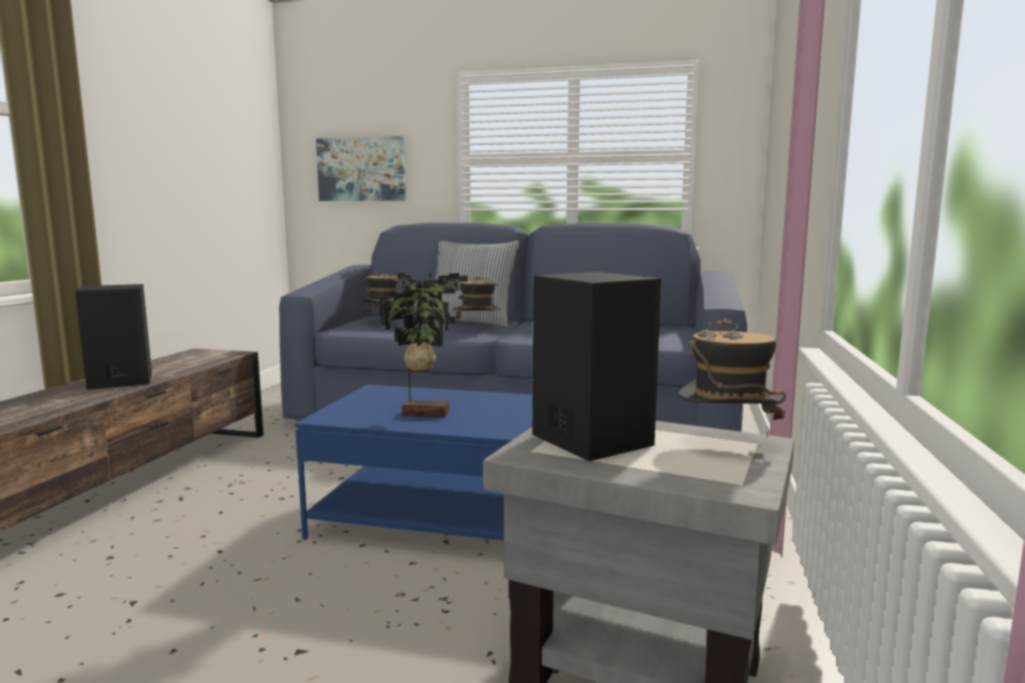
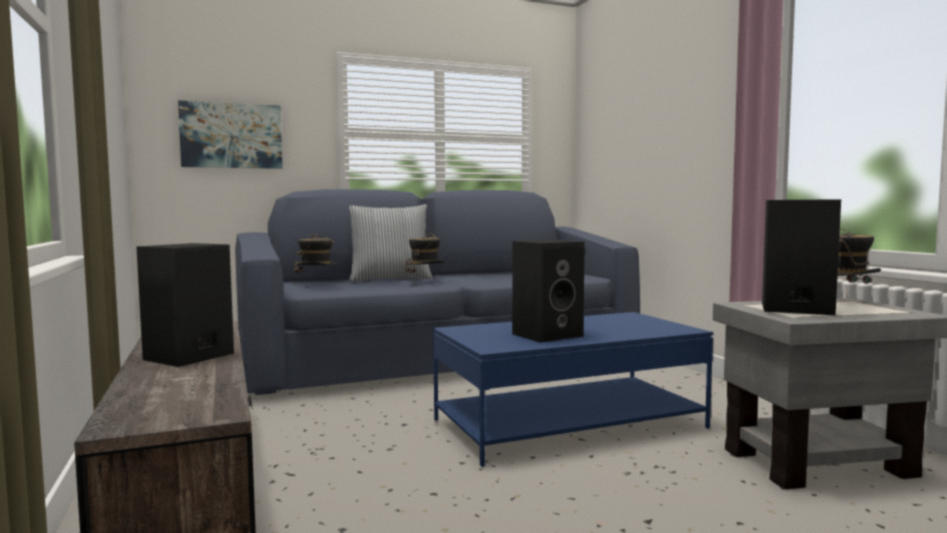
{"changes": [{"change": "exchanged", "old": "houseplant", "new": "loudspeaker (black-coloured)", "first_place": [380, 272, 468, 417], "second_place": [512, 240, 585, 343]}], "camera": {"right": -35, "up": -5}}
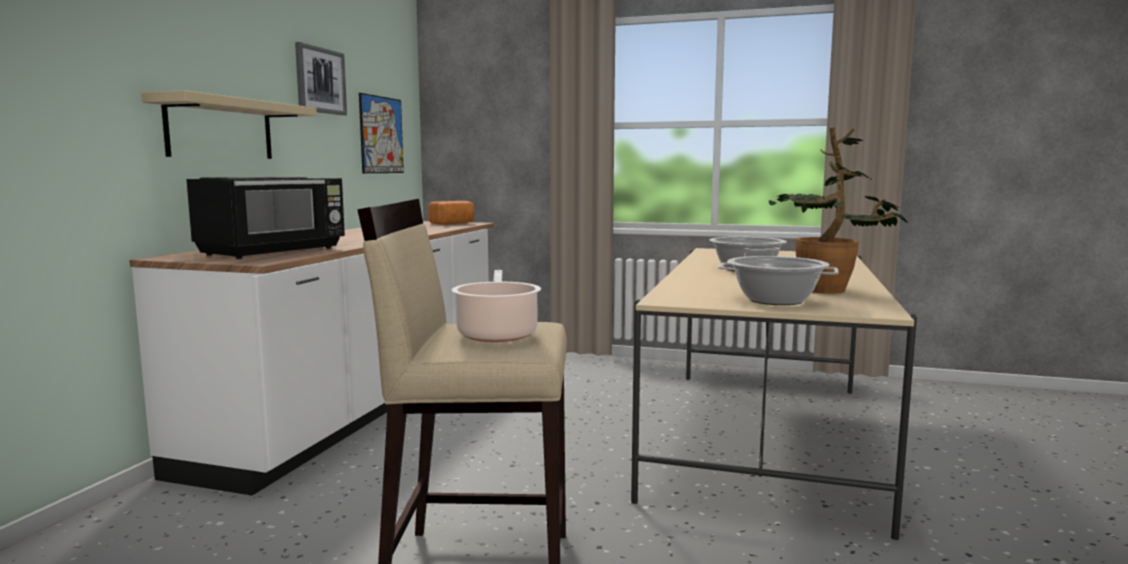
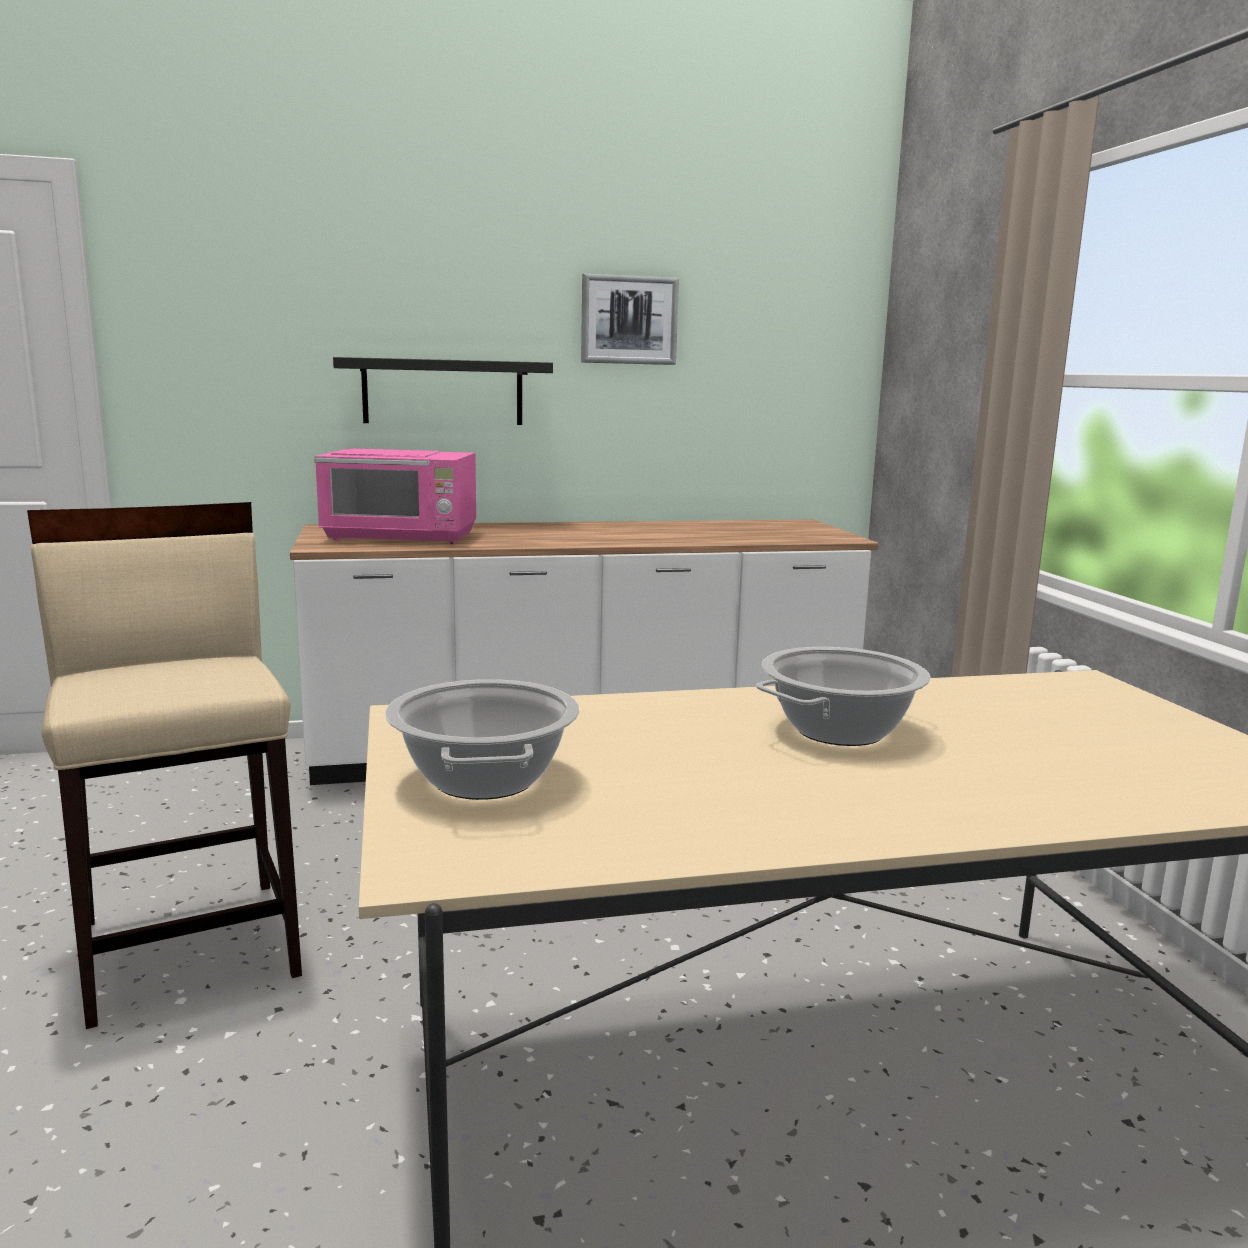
{"changes": [{"change": "colour", "old": "bracket shelf (beige)", "new": "bracket shelf (black-coloured)", "first_place": [141, 90, 317, 159], "second_place": [333, 357, 553, 425]}, {"change": "missing", "old": "wall art", "first_place": [359, 93, 404, 173]}, {"change": "missing", "old": "houseplant", "first_place": [769, 127, 909, 294]}, {"change": "colour", "old": "kitchen microwave (black-coloured)", "new": "kitchen microwave (pink-coloured)", "first_place": [186, 177, 345, 259], "second_place": [314, 449, 476, 544]}, {"change": "missing", "old": "bakery bread", "first_place": [428, 201, 474, 225]}, {"change": "missing", "old": "cooking pot", "first_place": [452, 270, 541, 342]}], "camera": {"right": 60, "up": 5}}
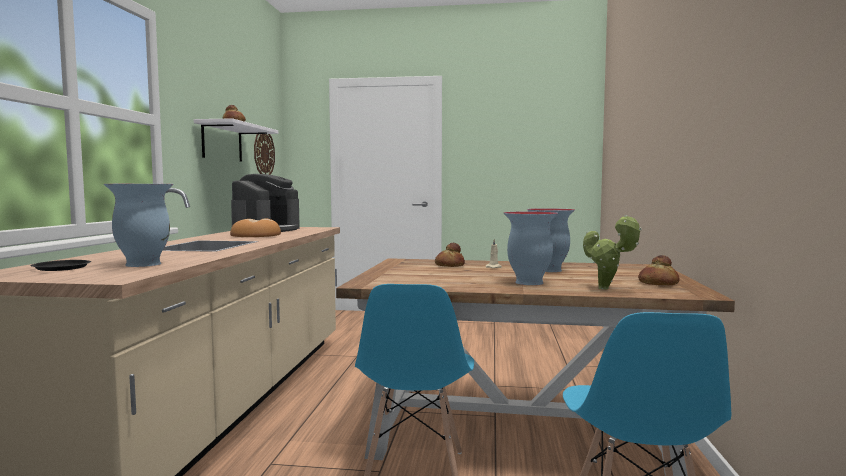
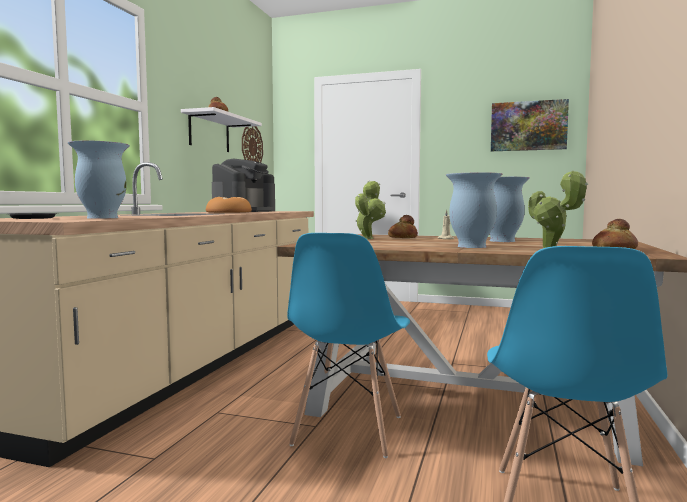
{"changes": [{"change": "appeared", "new": "wall art", "second_place": [491, 99, 569, 151]}, {"change": "appeared", "new": "houseplant", "second_place": [355, 180, 386, 239]}], "camera": {"right": 10, "up": 0}}
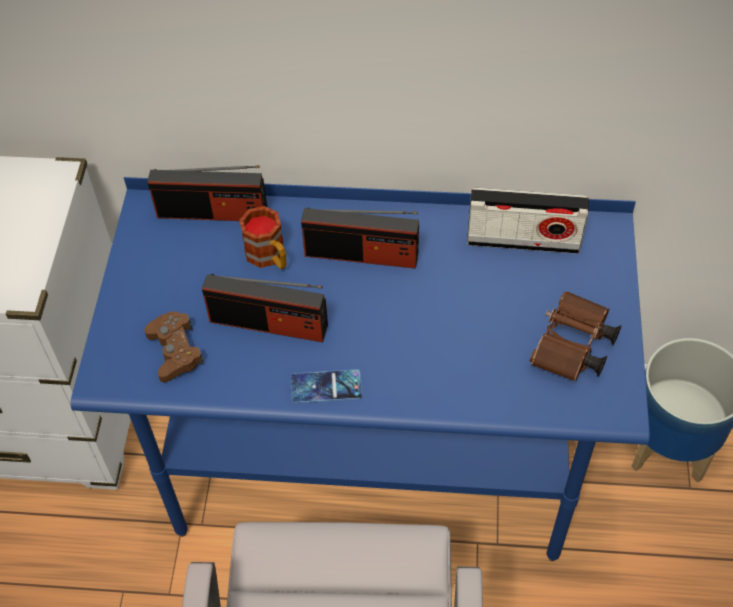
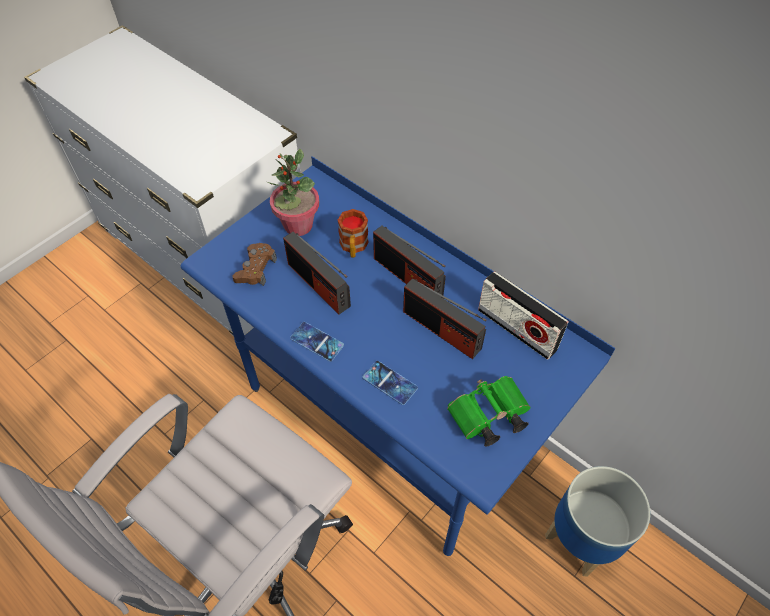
{"changes": [{"change": "relocated", "old": "radio set", "first_place": [148, 165, 267, 221], "second_place": [403, 278, 486, 359]}, {"change": "colour", "old": "binoculars (brownish)", "new": "binoculars (green)", "first_place": [530, 291, 621, 382], "second_place": [447, 376, 531, 447]}, {"change": "appeared", "new": "houseplant", "second_place": [267, 149, 319, 236]}, {"change": "appeared", "new": "handset", "second_place": [363, 361, 418, 405]}], "camera": {"right": 35, "up": 0}}
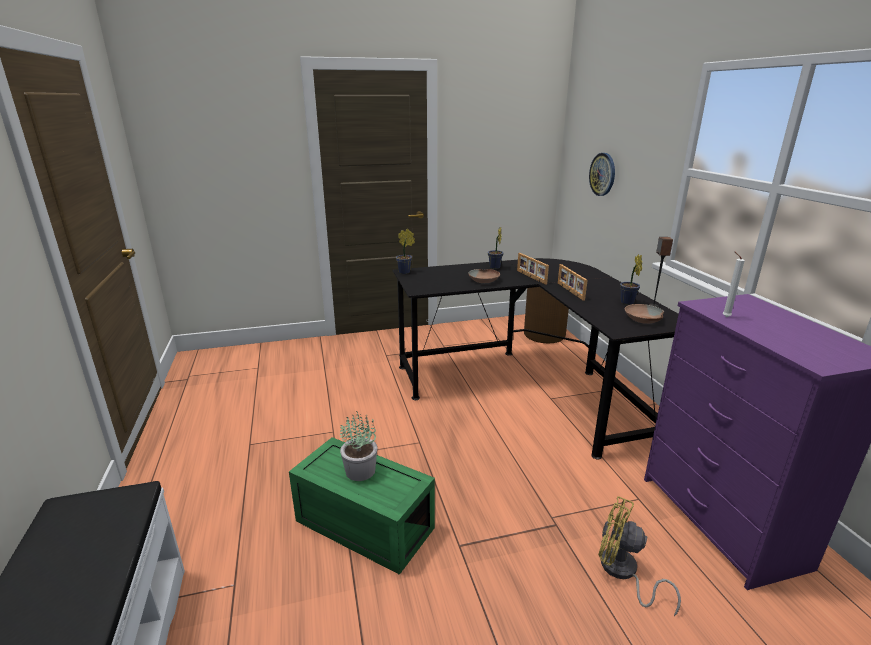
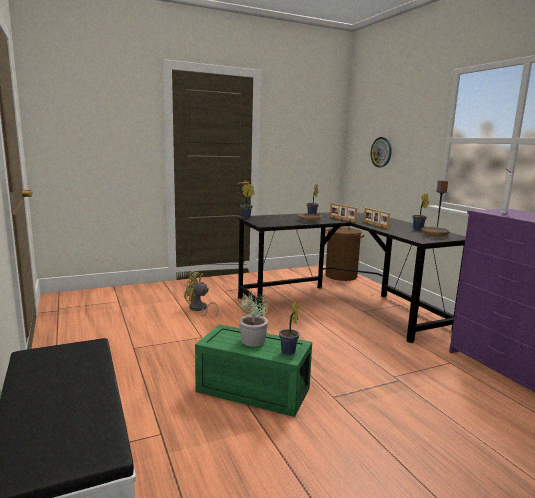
{"changes": [{"change": "relocated", "old": "fan (yellow-coloured)", "first_place": [598, 496, 681, 616], "second_place": [184, 271, 218, 317]}, {"change": "appeared", "new": "houseplant", "second_place": [279, 301, 299, 355]}], "camera": {"right": -10, "up": -10}}
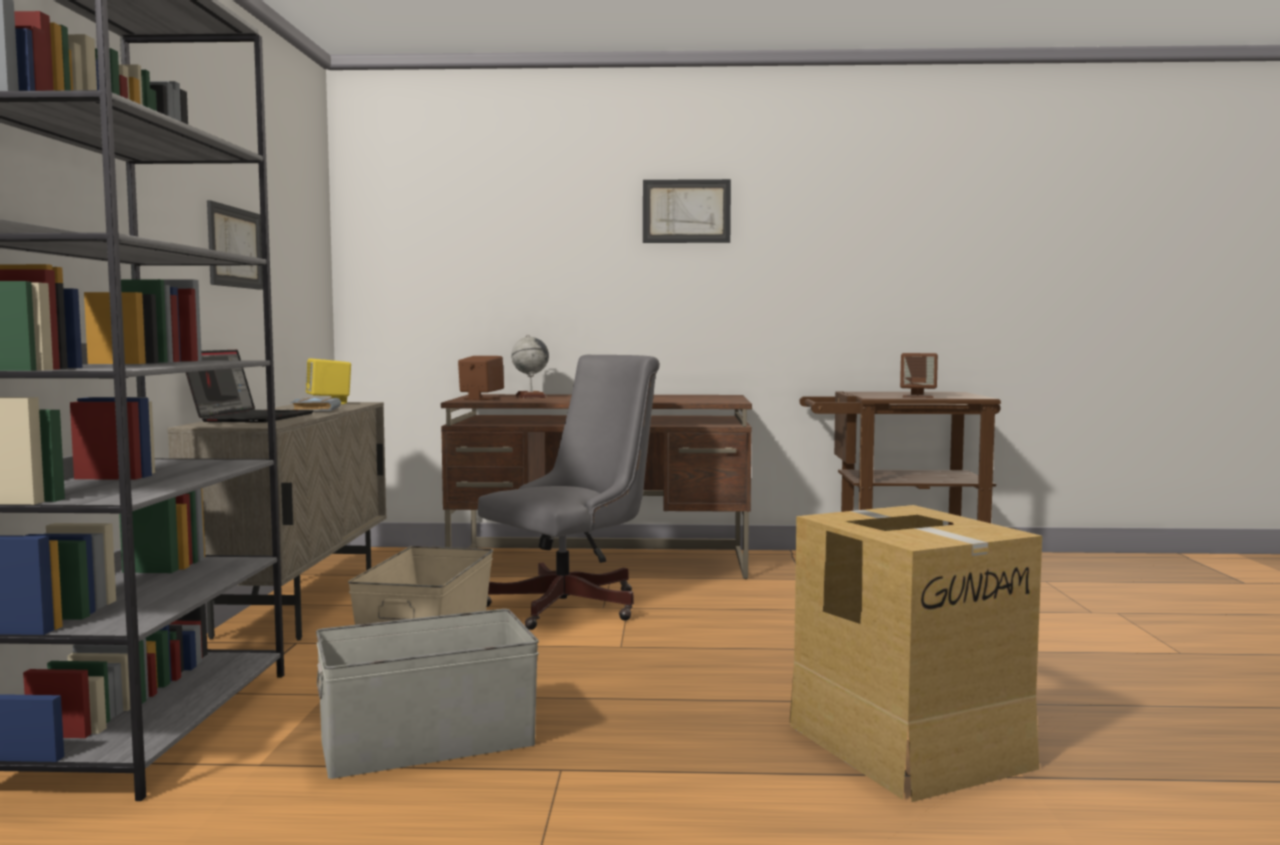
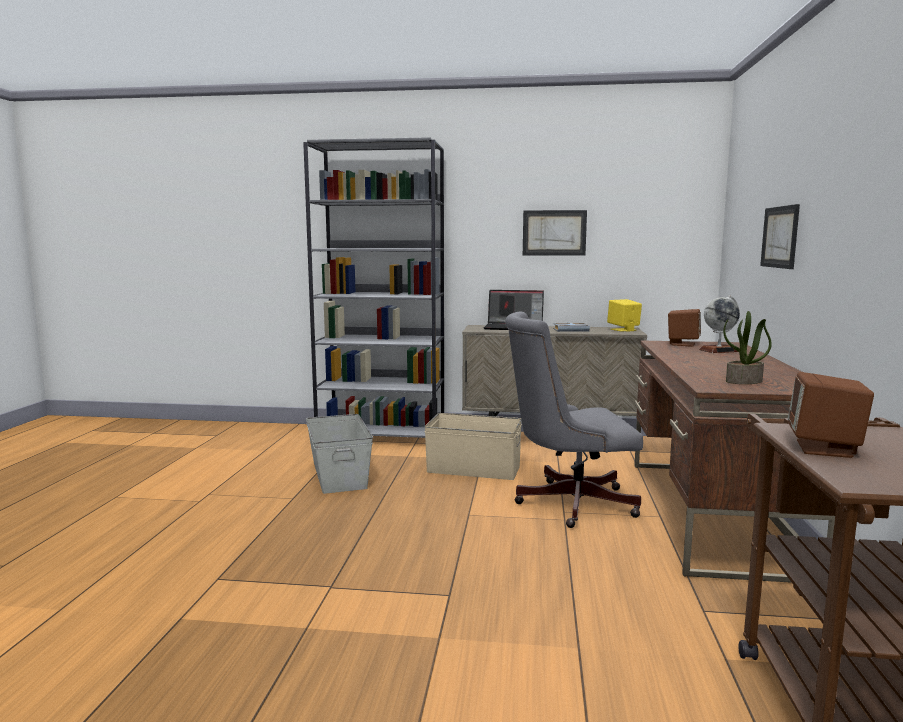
{"changes": [{"change": "relocated", "old": "wall art", "first_place": [643, 179, 731, 243], "second_place": [760, 204, 800, 269]}, {"change": "spun", "old": "desk chair (greyish)", "first_place": [478, 355, 660, 630], "second_place": [505, 311, 643, 528], "degrees": 120}, {"change": "missing", "old": "cardboard box", "first_place": [789, 505, 1042, 802]}, {"change": "appeared", "new": "houseplant", "second_place": [723, 311, 772, 384]}], "camera": {"right": 95, "up": 5}}
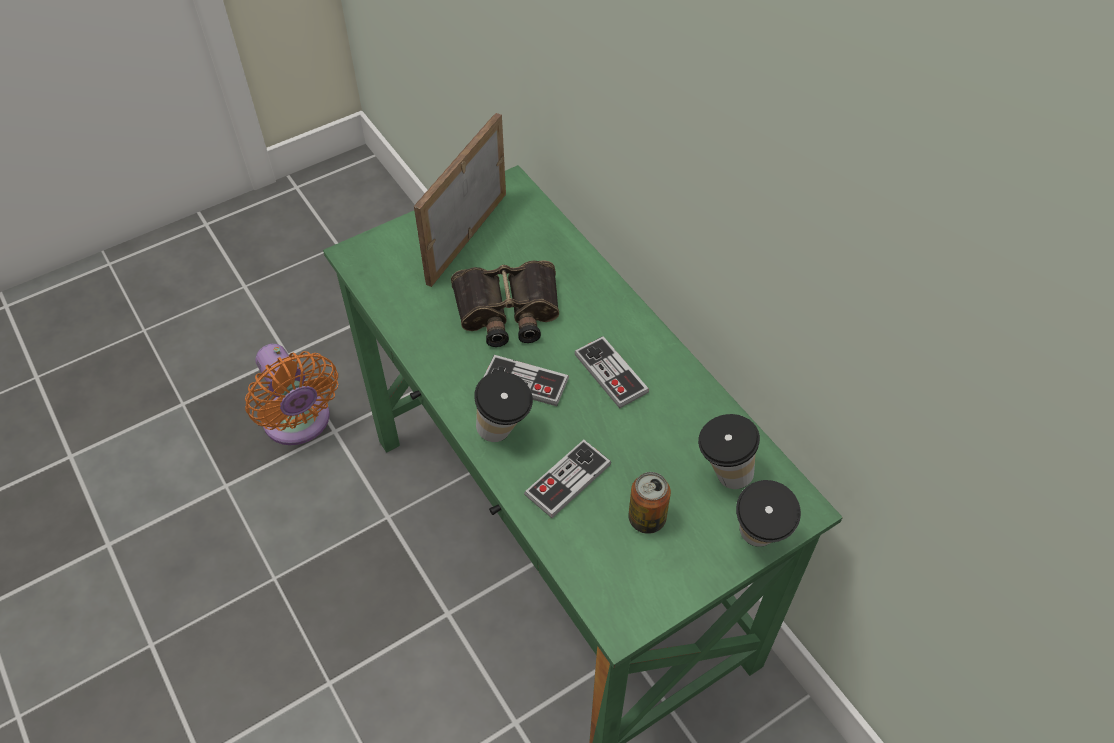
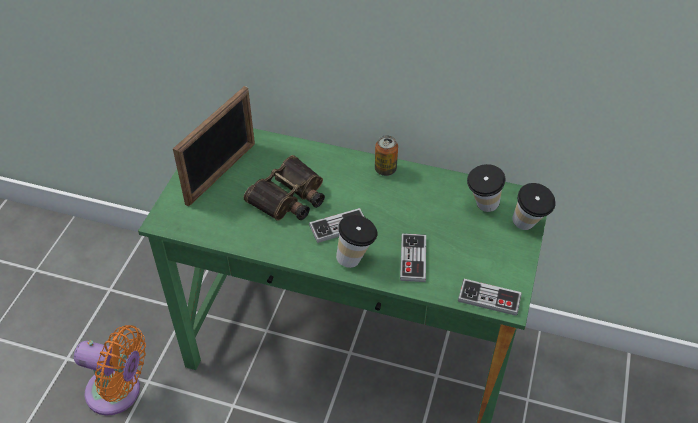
{"changes": [{"change": "spun", "old": "photo frame", "first_place": [414, 113, 506, 287], "second_place": [173, 86, 255, 206], "degrees": -135}, {"change": "relocated", "old": "game controller", "first_place": [574, 336, 649, 409], "second_place": [458, 279, 522, 316]}, {"change": "relocated", "old": "can", "first_place": [628, 472, 671, 534], "second_place": [375, 135, 398, 176]}], "camera": {"right": -40, "up": -5}}
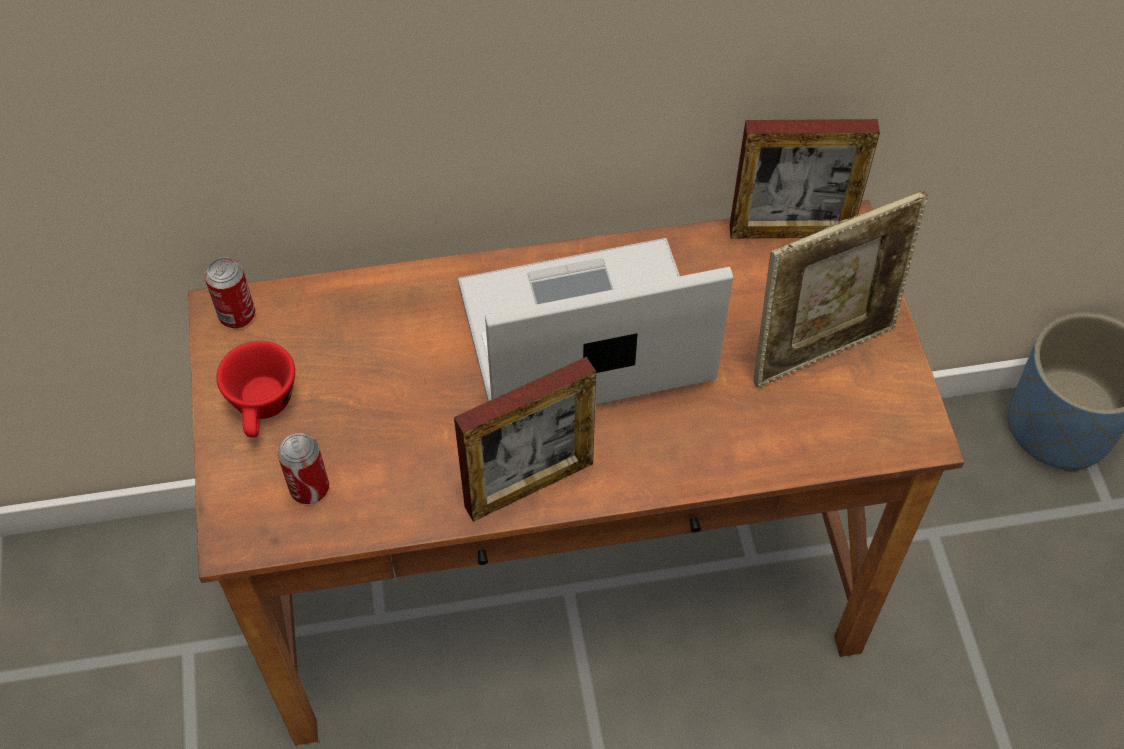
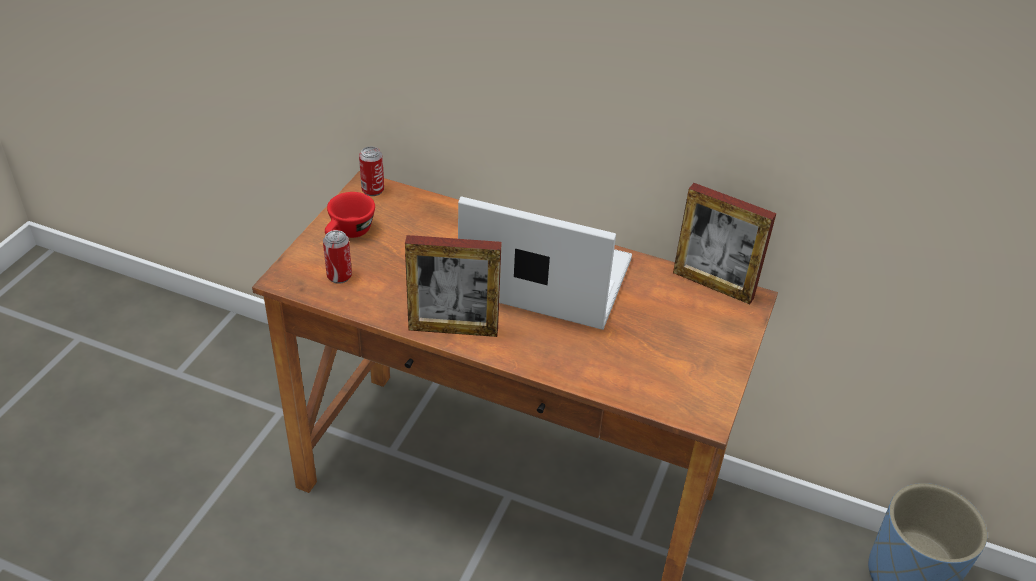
{"changes": [{"change": "missing", "old": "photo frame", "first_place": [753, 190, 928, 387]}], "camera": {"right": 30, "up": -15}}
